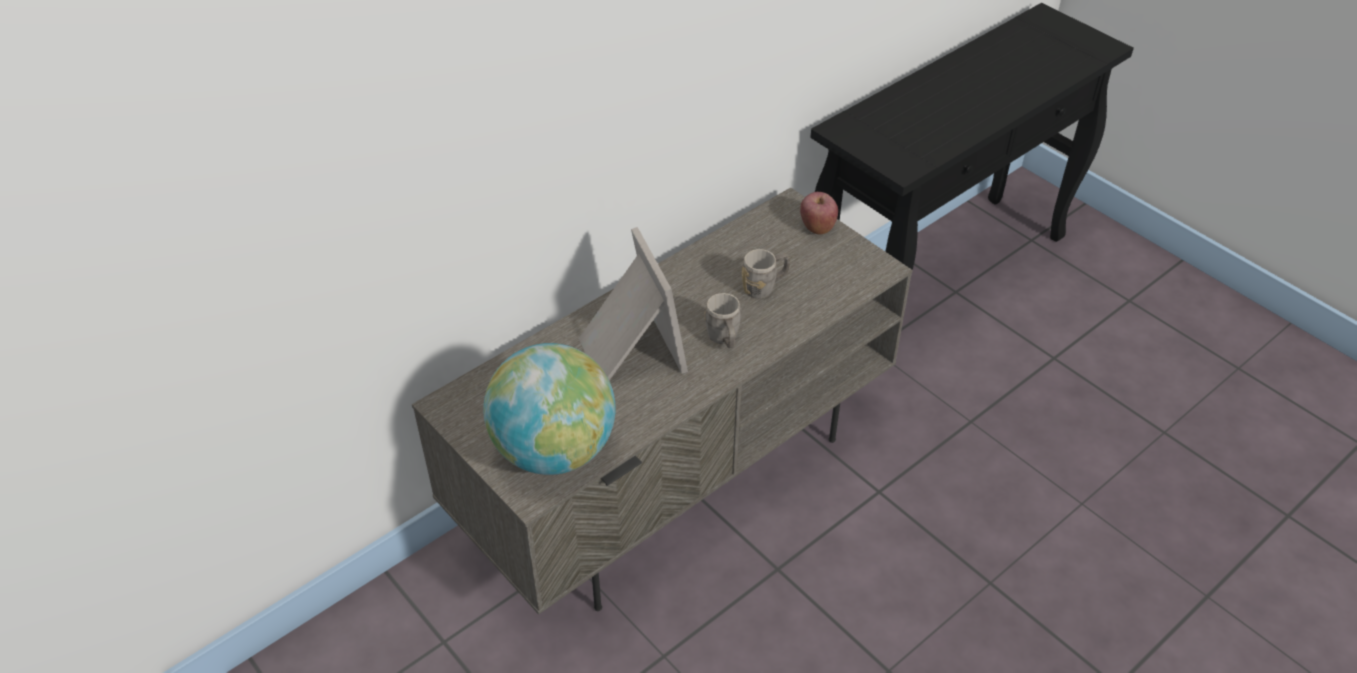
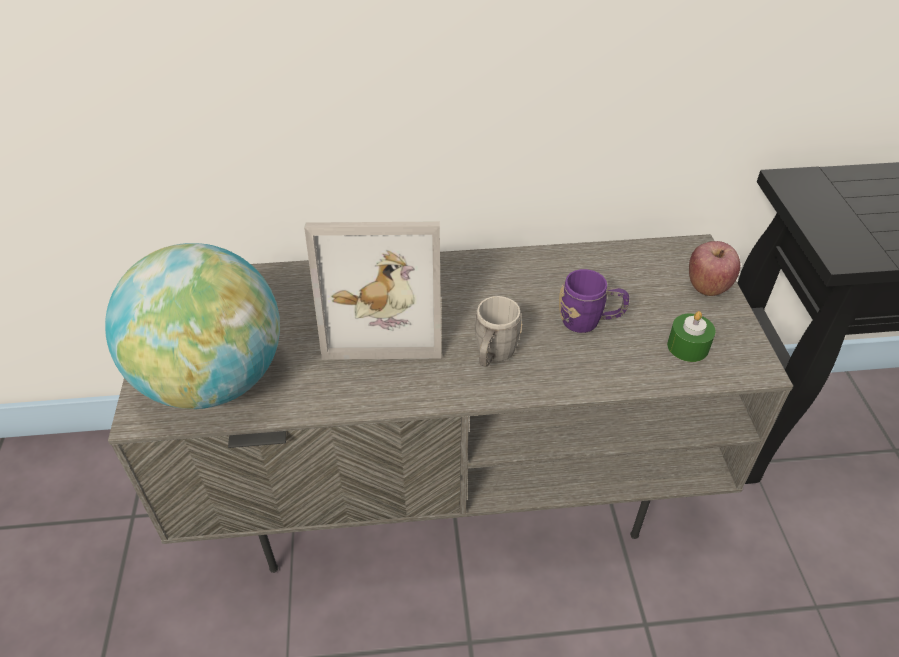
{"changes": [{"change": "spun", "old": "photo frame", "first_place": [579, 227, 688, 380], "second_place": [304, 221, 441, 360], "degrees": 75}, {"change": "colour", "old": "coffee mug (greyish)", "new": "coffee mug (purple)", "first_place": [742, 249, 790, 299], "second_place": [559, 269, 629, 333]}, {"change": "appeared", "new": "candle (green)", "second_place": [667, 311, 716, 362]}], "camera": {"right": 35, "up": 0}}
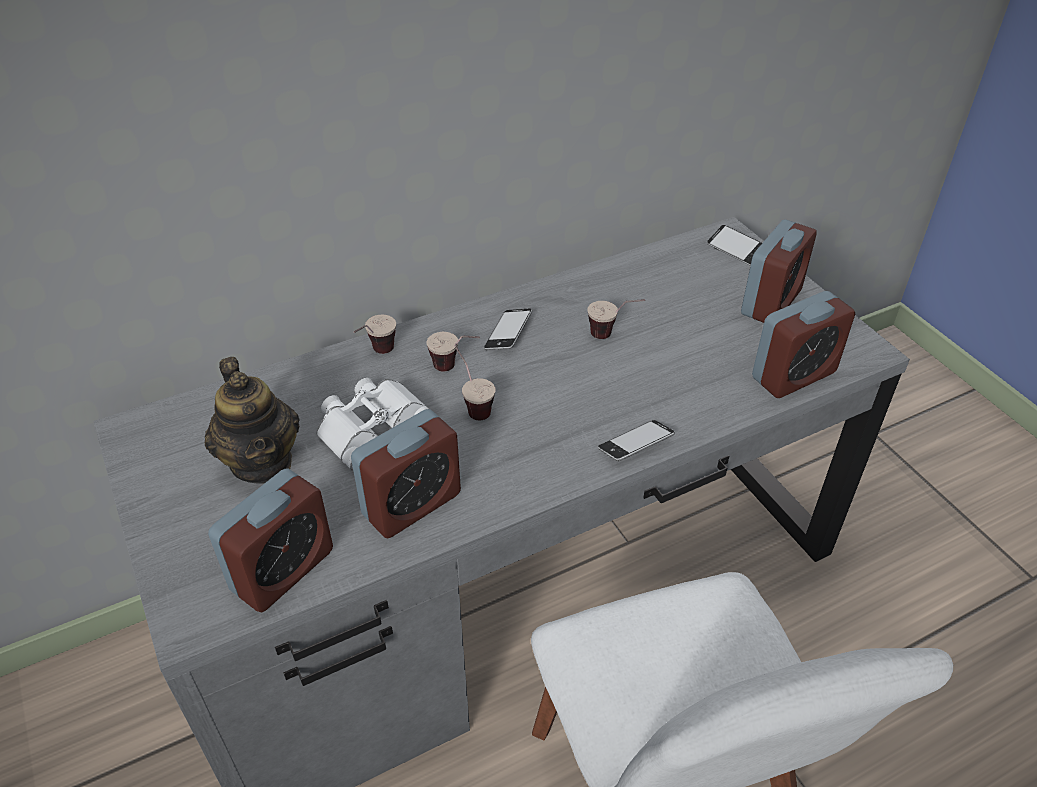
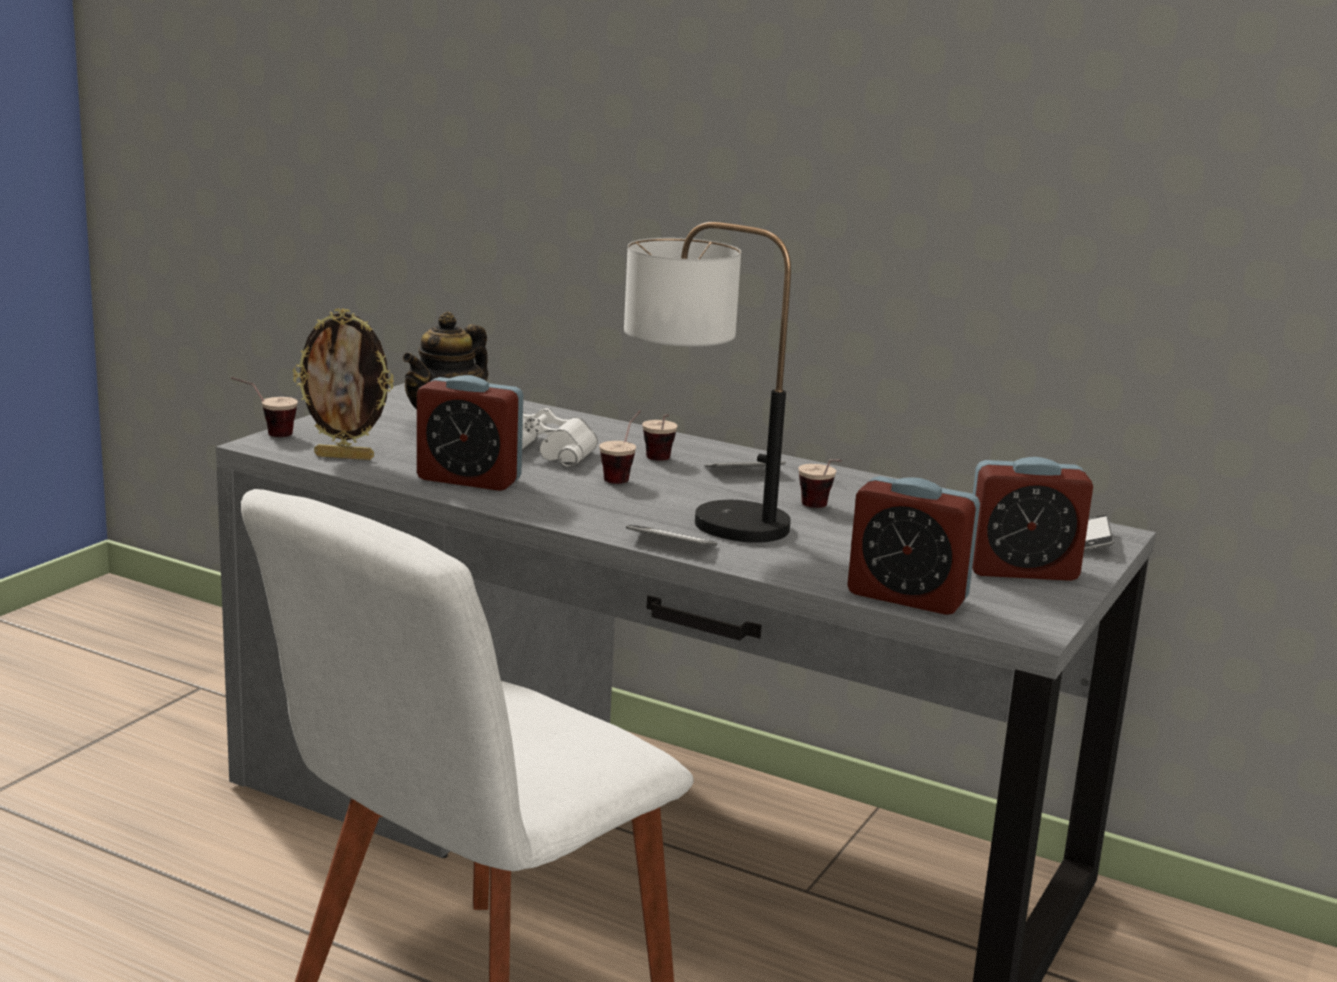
{"changes": [{"change": "relocated", "old": "cup", "first_place": [354, 315, 396, 354], "second_place": [231, 377, 298, 437]}, {"change": "exchanged", "old": "bedside clock", "new": "photo frame", "first_place": [208, 468, 333, 612], "second_place": [293, 308, 394, 460]}, {"change": "appeared", "new": "tabletop lamp", "second_place": [624, 222, 791, 543]}], "camera": {"right": 55, "up": -25}}
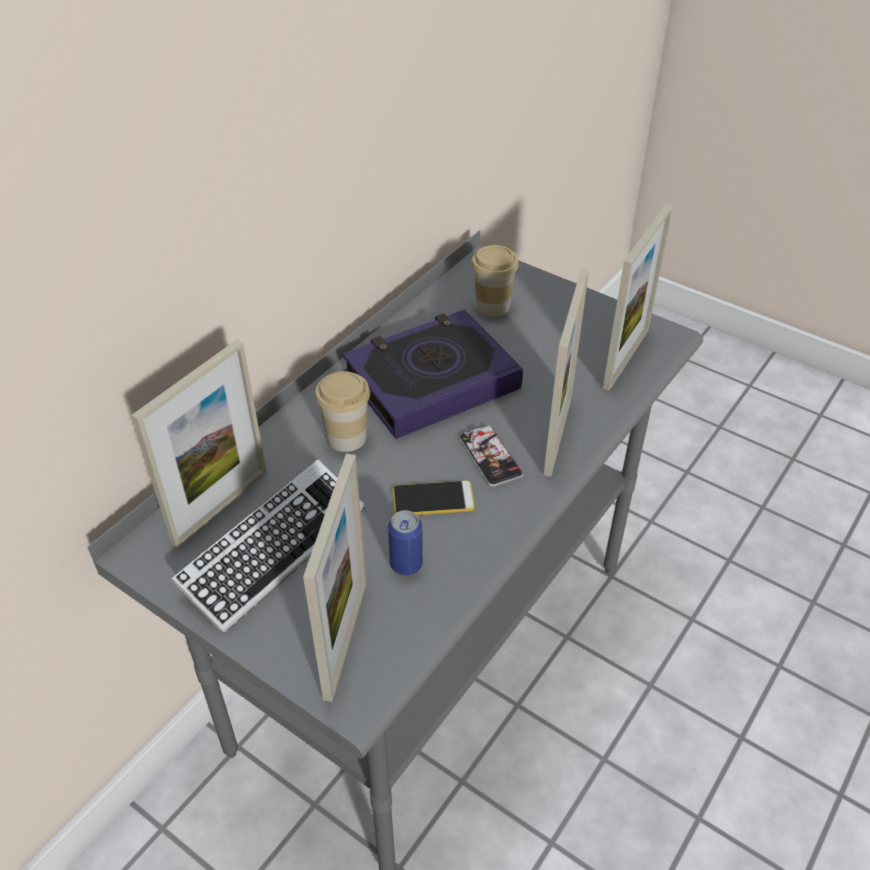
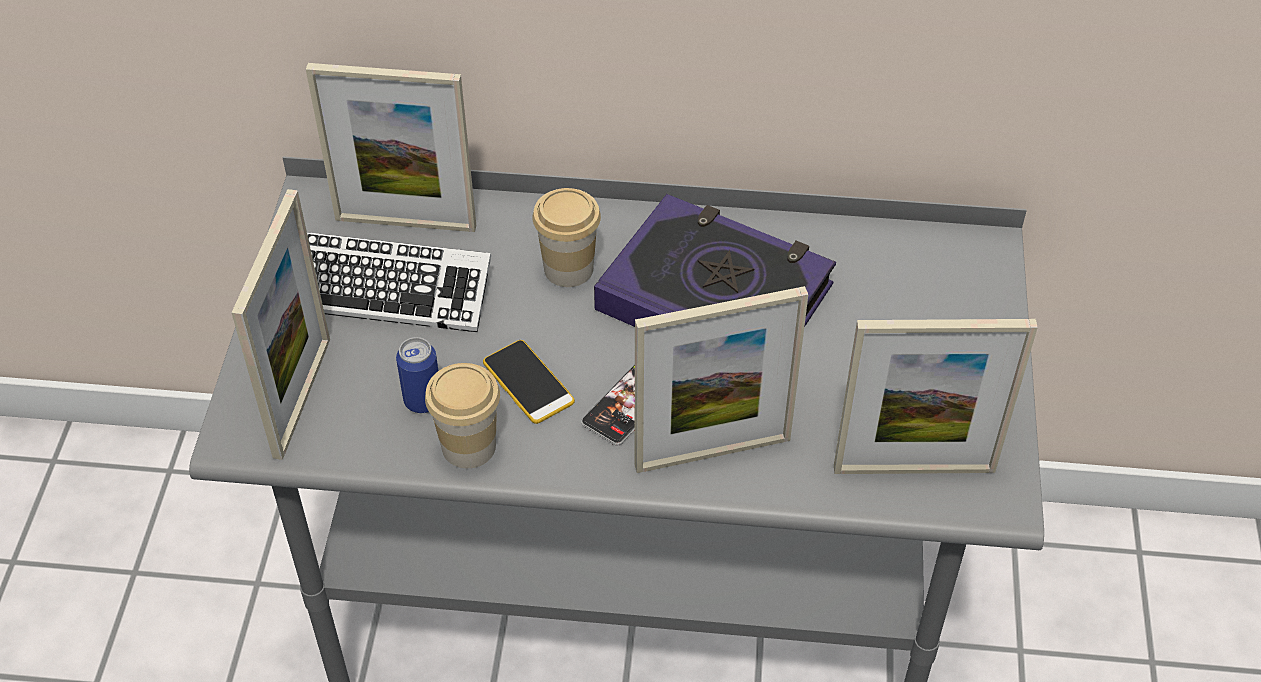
{"changes": [{"change": "relocated", "old": "cup", "first_place": [471, 245, 519, 317], "second_place": [425, 363, 500, 468]}, {"change": "spun", "old": "photo frame", "first_place": [303, 454, 367, 702], "second_place": [231, 189, 330, 460], "degrees": -60}], "camera": {"right": 60, "up": 5}}
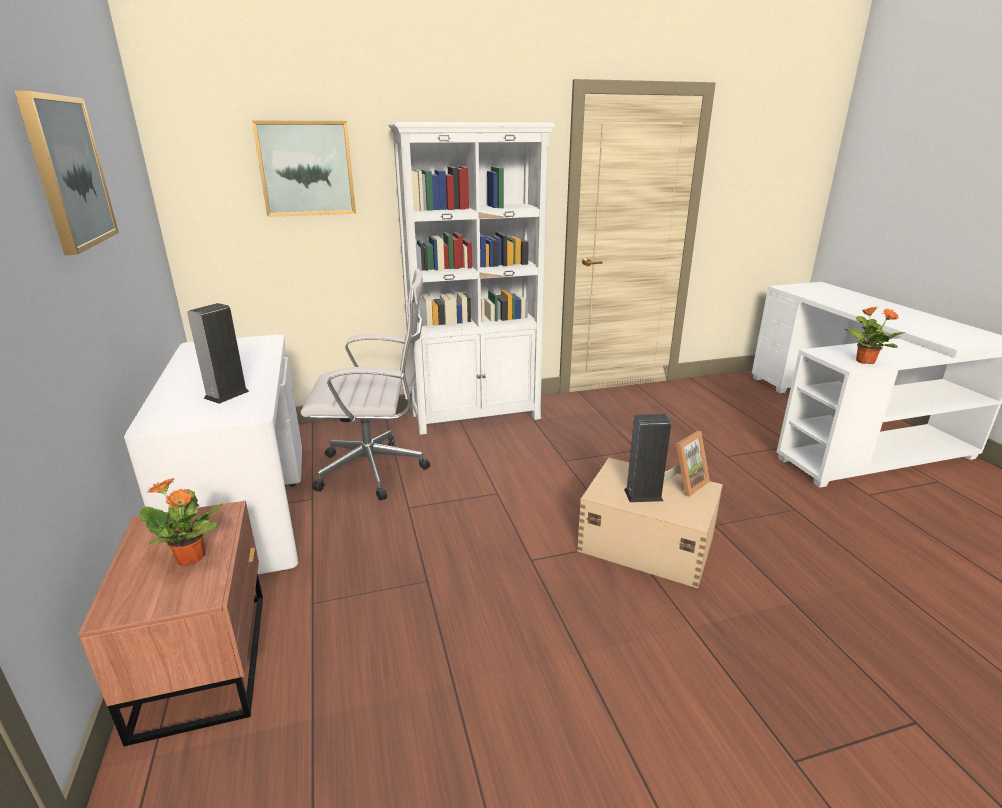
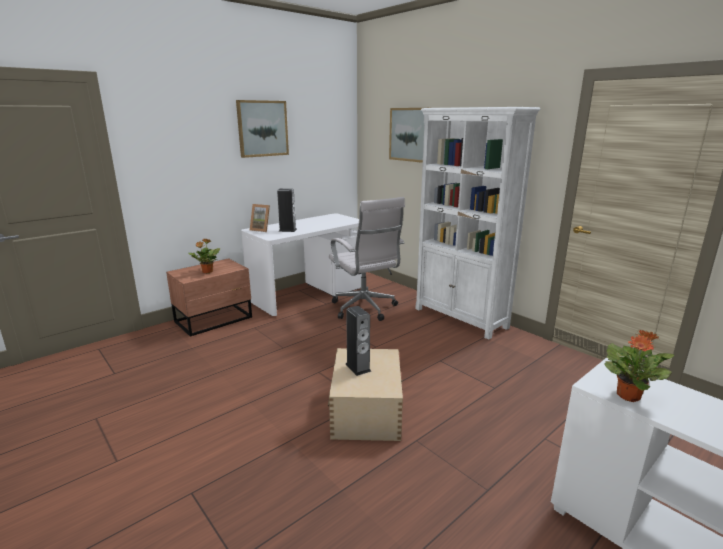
{"changes": [{"change": "relocated", "old": "photo frame", "first_place": [664, 431, 710, 497], "second_place": [250, 204, 270, 232]}], "camera": {"right": 65, "up": -5}}
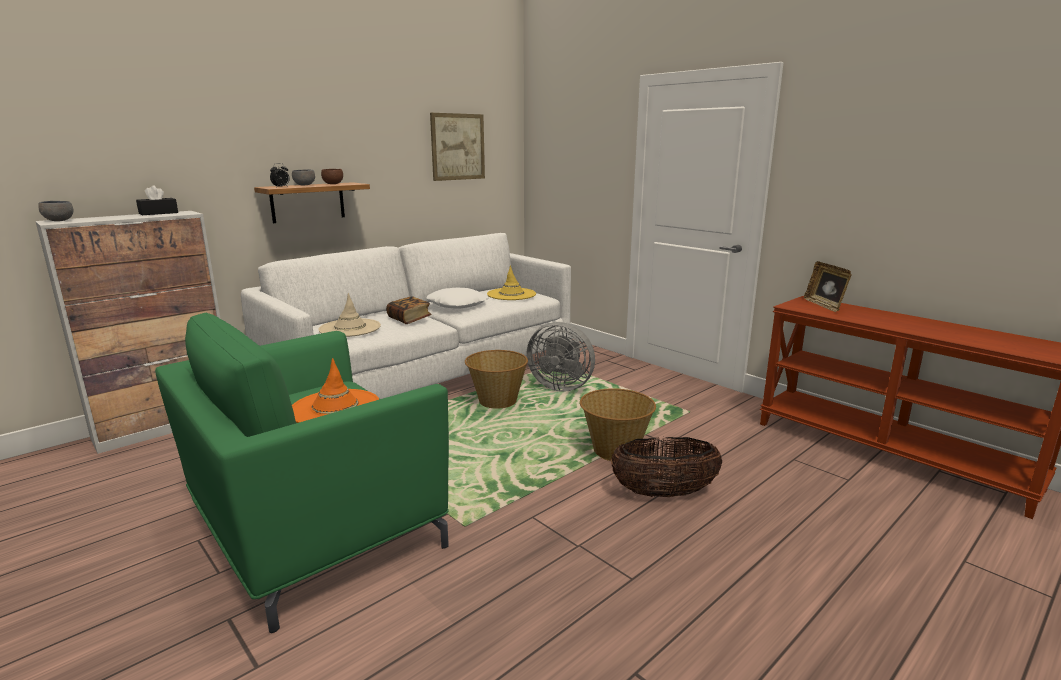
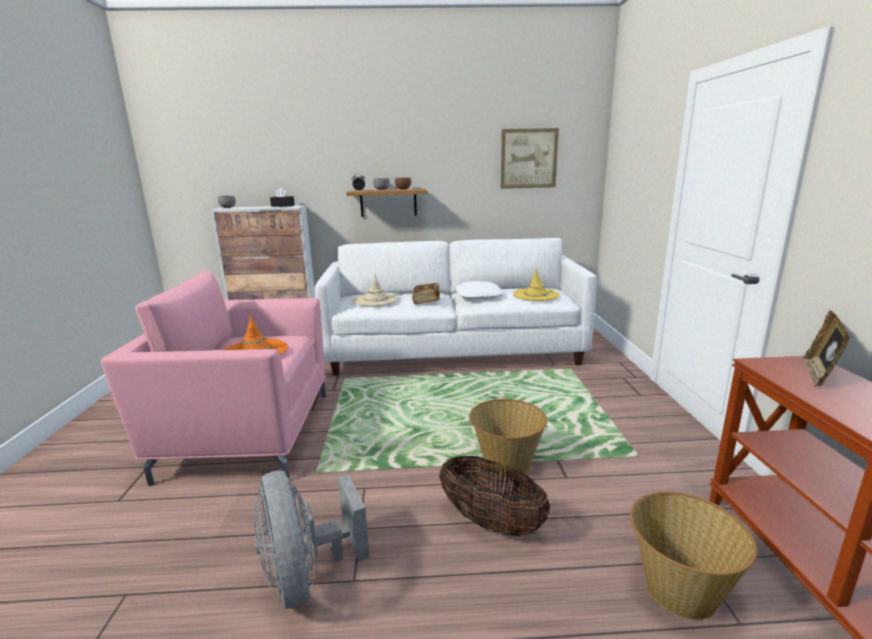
{"changes": [{"change": "colour", "old": "lounge chair (green)", "new": "lounge chair (pink-coloured)", "first_place": [155, 313, 449, 633], "second_place": [101, 271, 326, 486]}, {"change": "relocated", "old": "fan (greyish)", "first_place": [526, 322, 595, 392], "second_place": [254, 470, 370, 609]}, {"change": "relocated", "old": "household basket", "first_place": [465, 350, 528, 409], "second_place": [630, 491, 757, 620]}], "camera": {"right": 40, "up": 0}}
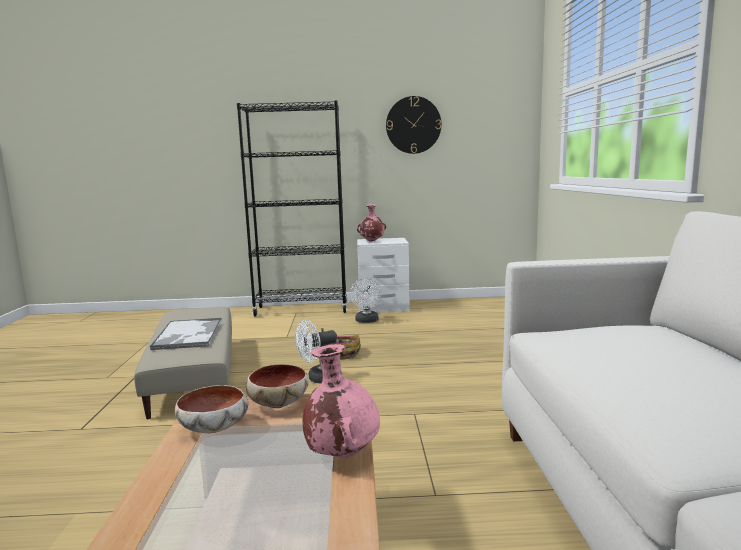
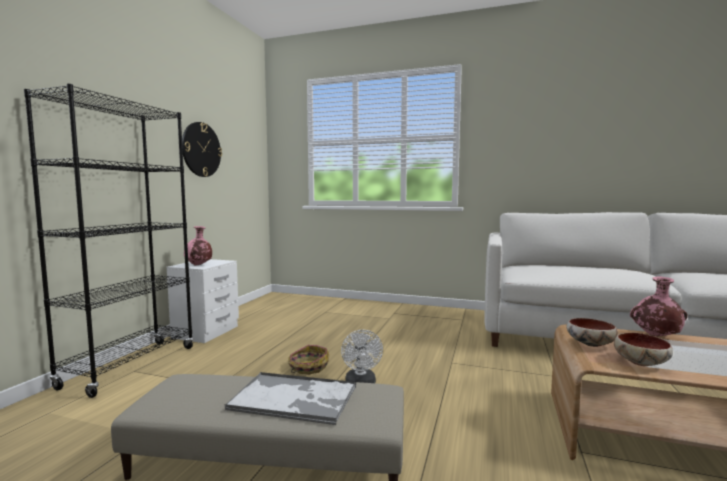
{"changes": [{"change": "missing", "old": "fan (whitish)", "first_place": [350, 278, 382, 323]}], "camera": {"right": -70, "up": -5}}
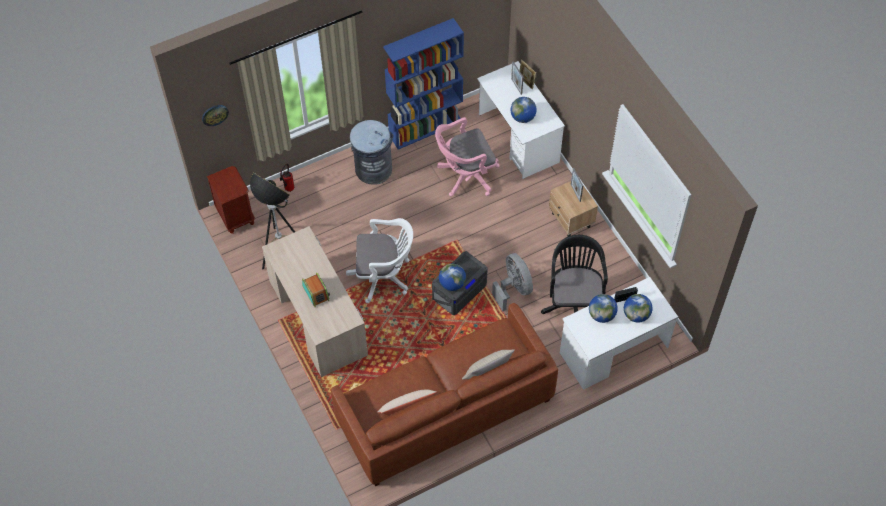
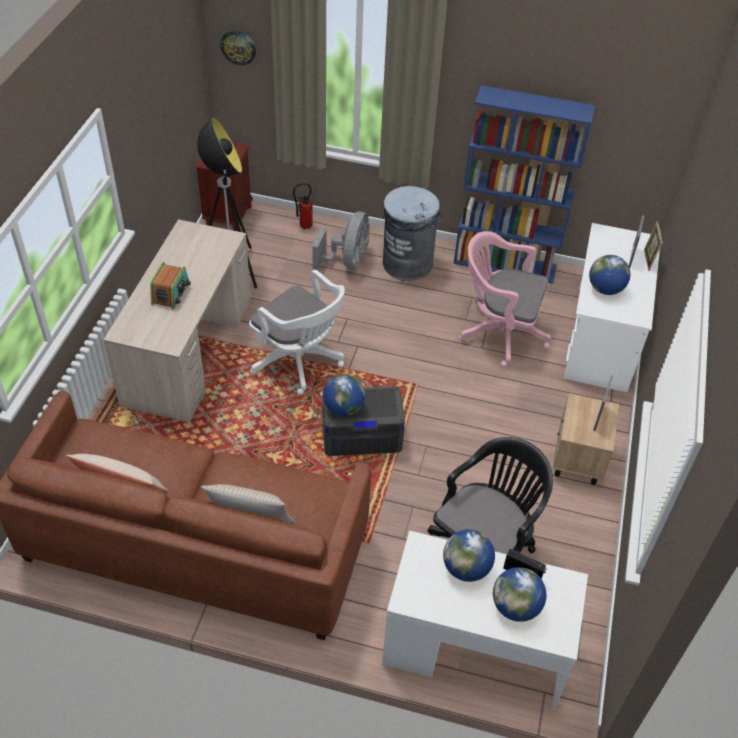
{"changes": [{"change": "relocated", "old": "fan (greyish)", "first_place": [492, 253, 533, 311], "second_place": [312, 211, 370, 270]}], "camera": {"right": 40, "up": -10}}
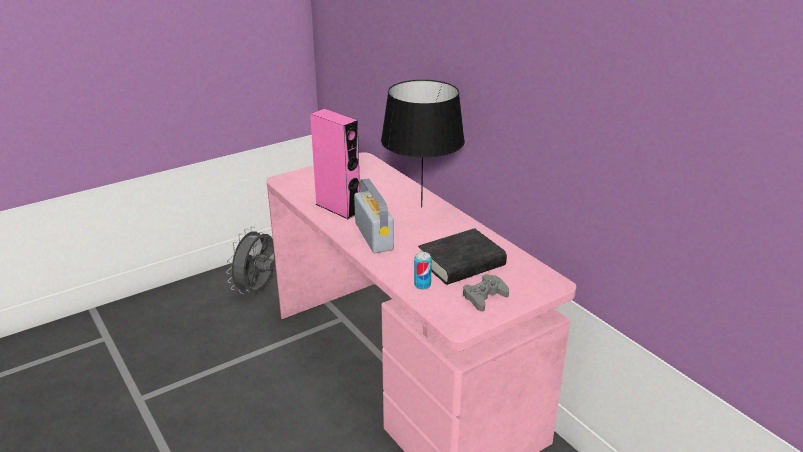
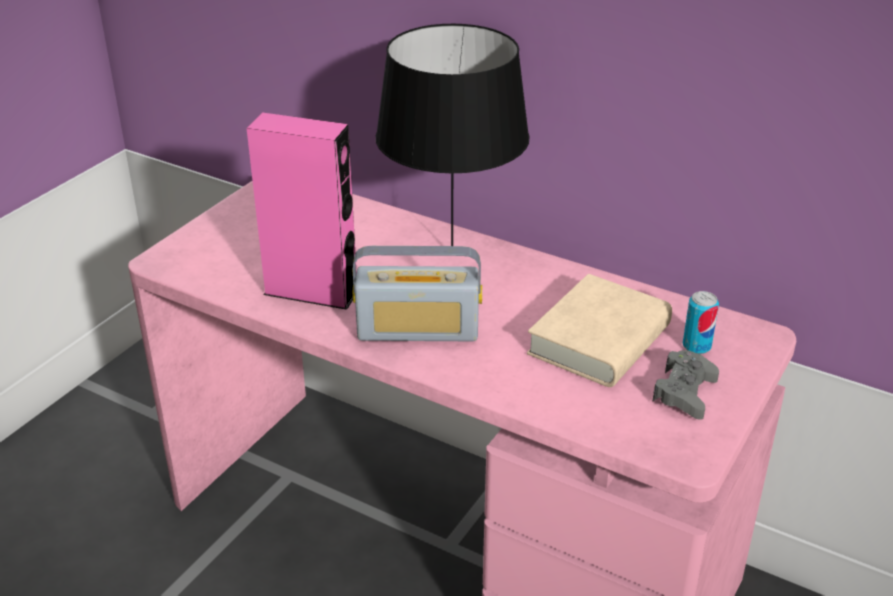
{"changes": [{"change": "spun", "old": "radio set", "first_place": [354, 178, 394, 253], "second_place": [353, 246, 482, 341], "degrees": 135}, {"change": "missing", "old": "fan (greyish)", "first_place": [226, 227, 275, 294]}, {"change": "colour", "old": "bound book (black-coloured)", "new": "bound book (beige)", "first_place": [418, 228, 507, 285], "second_place": [527, 274, 672, 387]}, {"change": "relocated", "old": "can", "first_place": [414, 252, 432, 289], "second_place": [683, 291, 719, 354]}], "camera": {"right": -25, "up": 5}}
